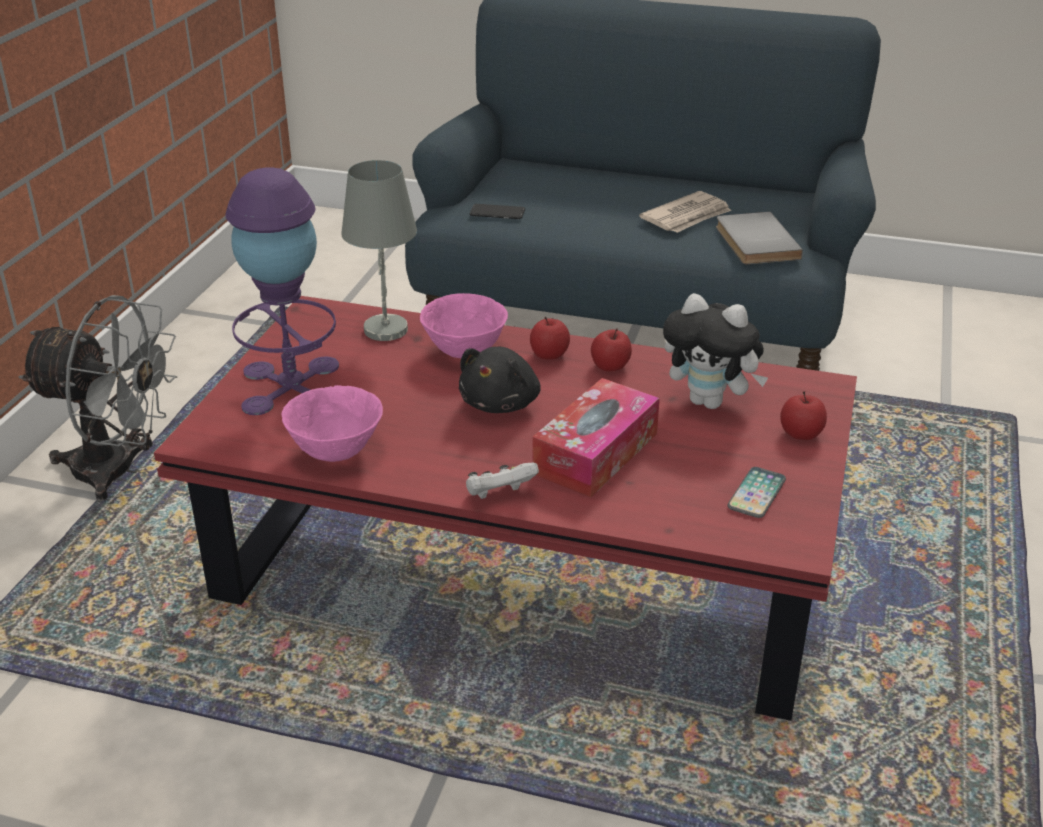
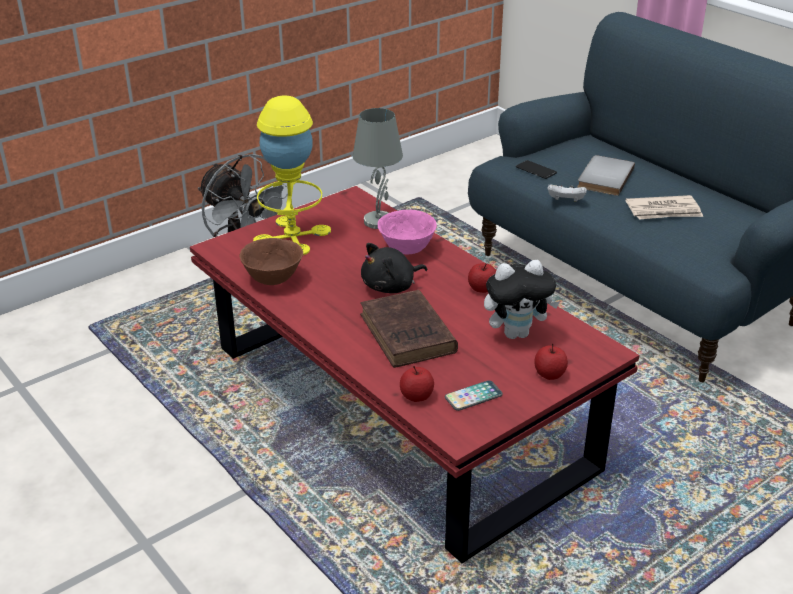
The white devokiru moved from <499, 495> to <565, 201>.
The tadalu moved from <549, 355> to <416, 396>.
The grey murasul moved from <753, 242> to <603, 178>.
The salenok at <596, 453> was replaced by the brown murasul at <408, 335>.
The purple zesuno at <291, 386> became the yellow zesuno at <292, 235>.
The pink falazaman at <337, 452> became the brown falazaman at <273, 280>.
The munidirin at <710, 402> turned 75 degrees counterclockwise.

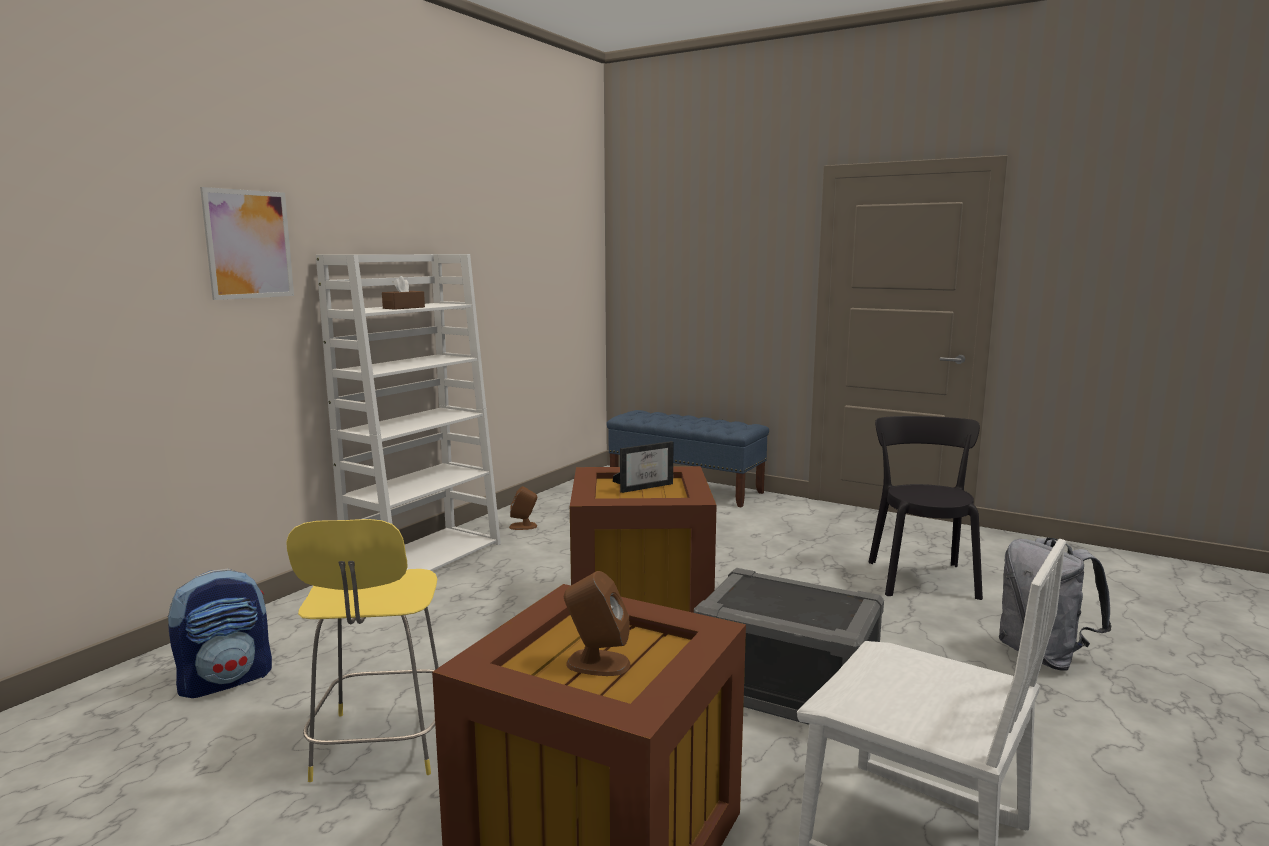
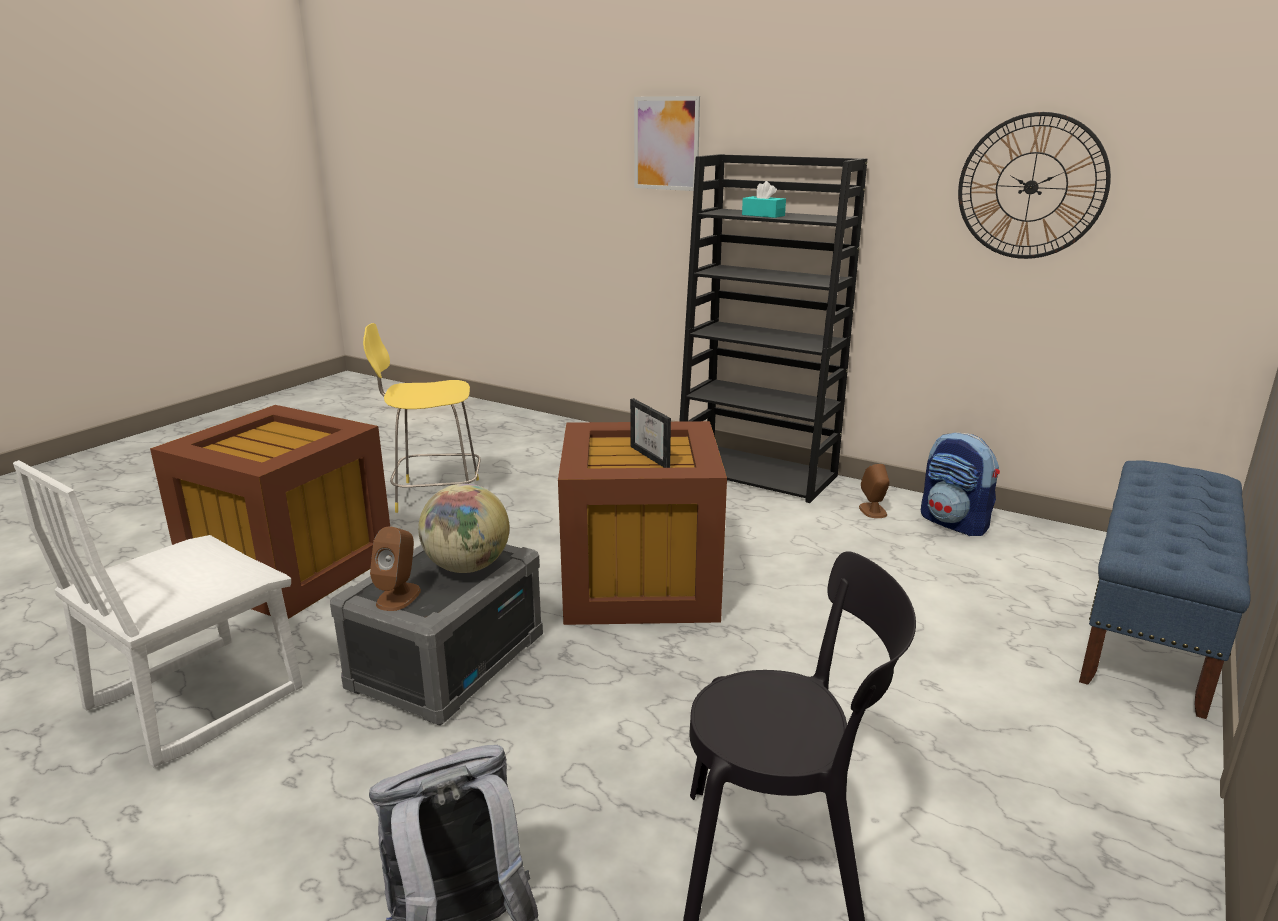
The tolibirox at <467, 567> appeared.
The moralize at <1031, 187> appeared.
The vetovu moved from <226, 680> to <955, 523>.
The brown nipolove moved from <597, 663> to <399, 596>.
The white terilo at <425, 557> became the black terilo at <758, 473>.
The brown salenok at <404, 308> became the turquoise salenok at <763, 215>.

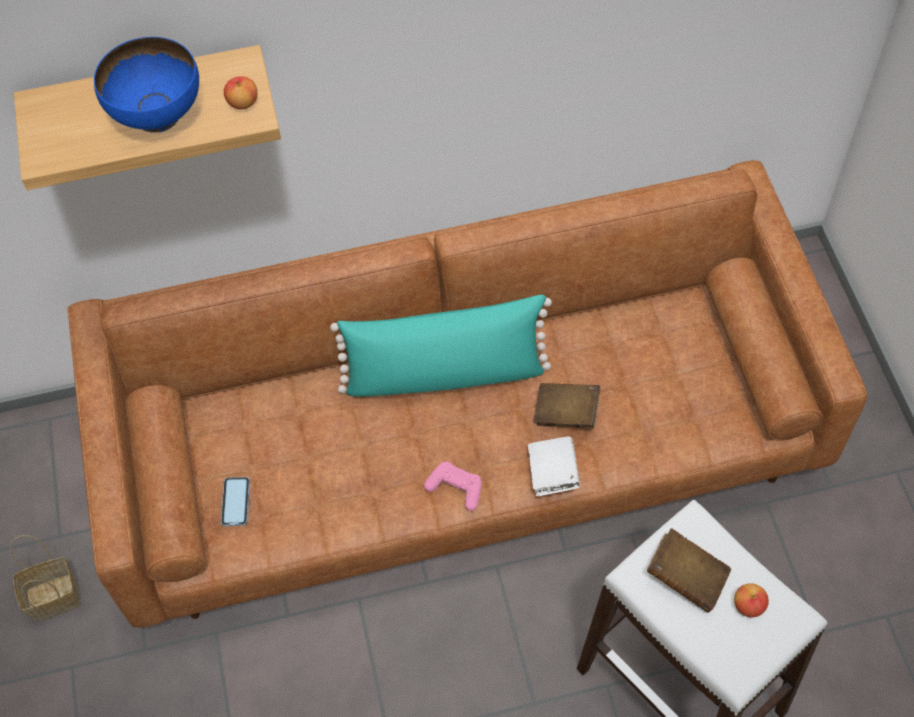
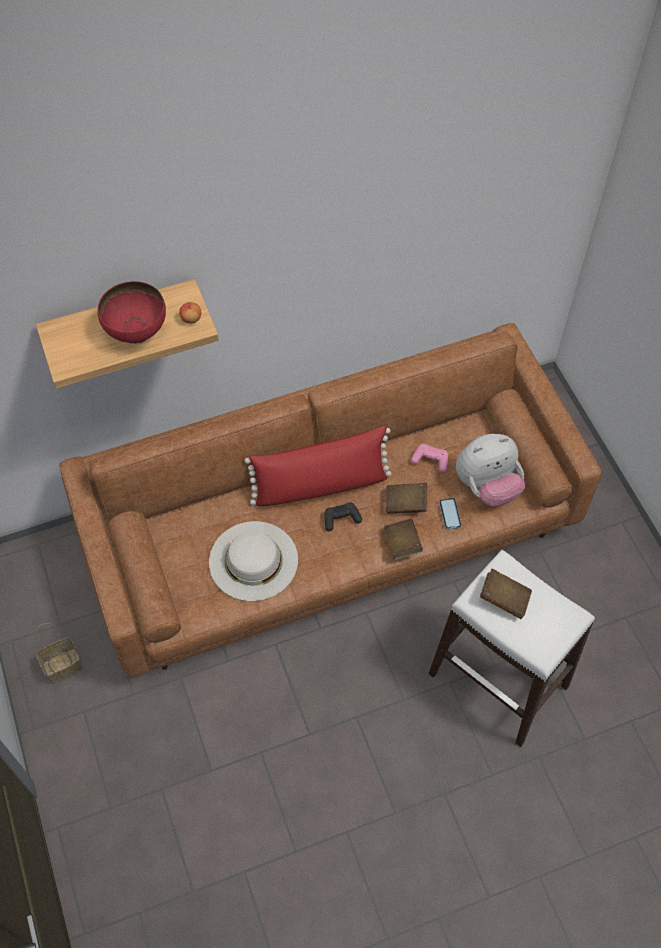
The tadalu at <748, 605> disappeared.
The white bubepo at <253, 560> appeared.
The black devokiru at <341, 519> appeared.
The munidirin at <487, 486> appeared.
The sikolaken moved from <236, 502> to <450, 514>.
The pink devokiru moved from <455, 488> to <430, 460>.
The blue falazaman at <158, 117> became the red falazaman at <137, 333>.
The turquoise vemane at <445, 373> became the red vemane at <320, 485>.
The white murasul at <552, 473> became the brown murasul at <402, 544>.

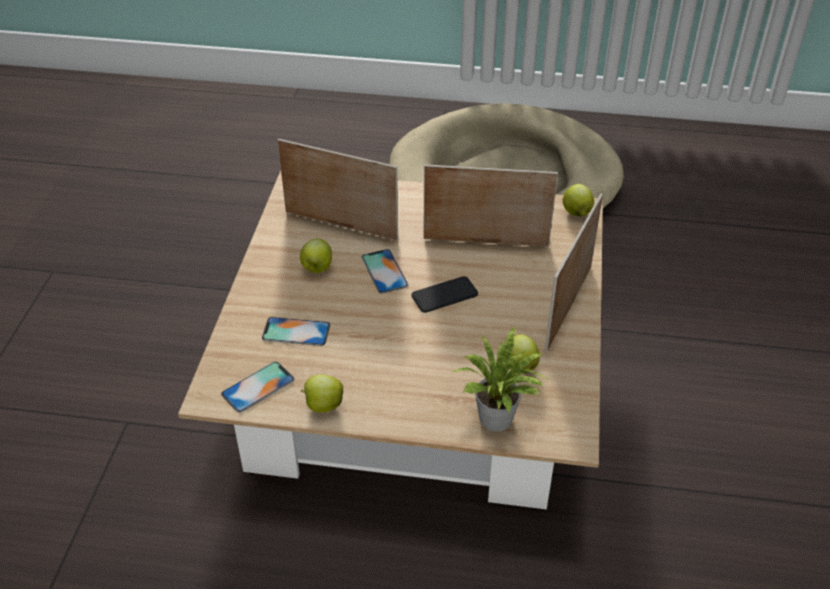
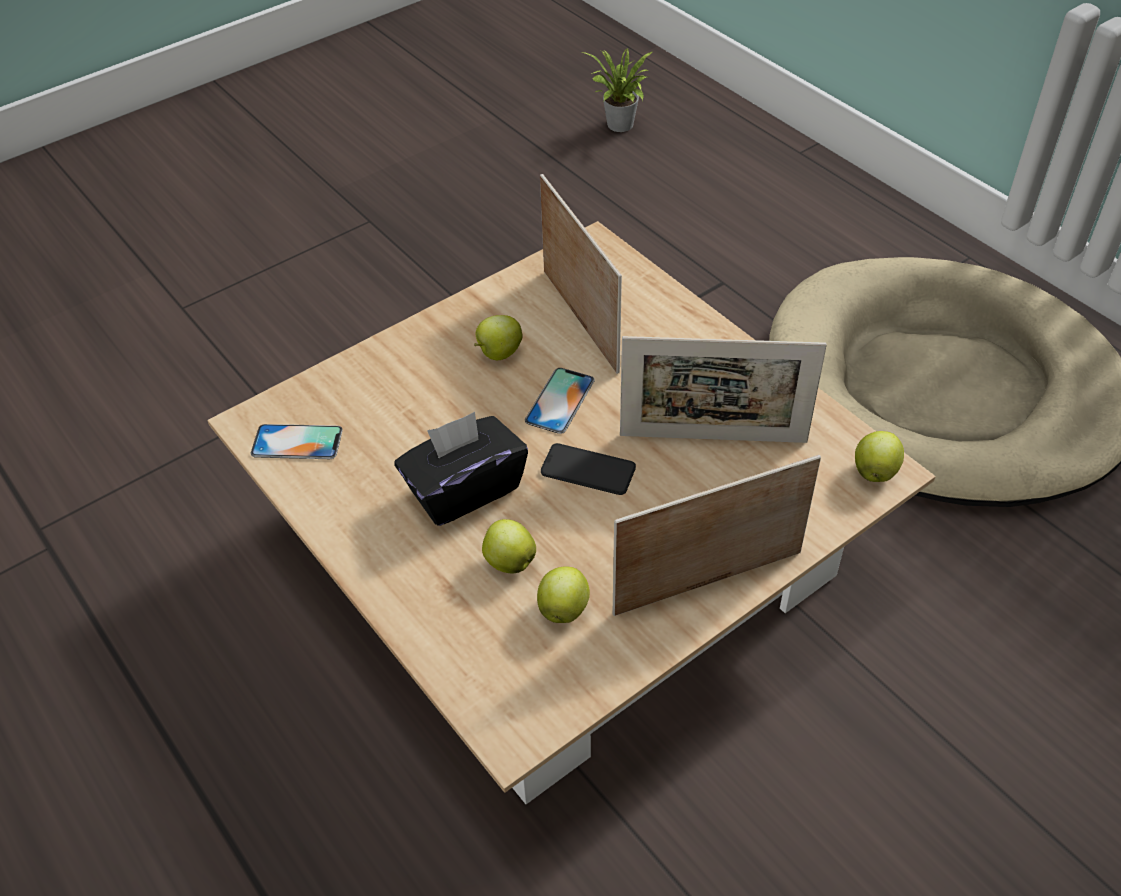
The sikolaken at <296, 332> disappeared.
The black salenok at <464, 489> appeared.
The tadalu moved from <323, 405> to <509, 561>.
The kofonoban moved from <498, 421> to <619, 127>.
The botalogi at <485, 242> turned 135 degrees clockwise.

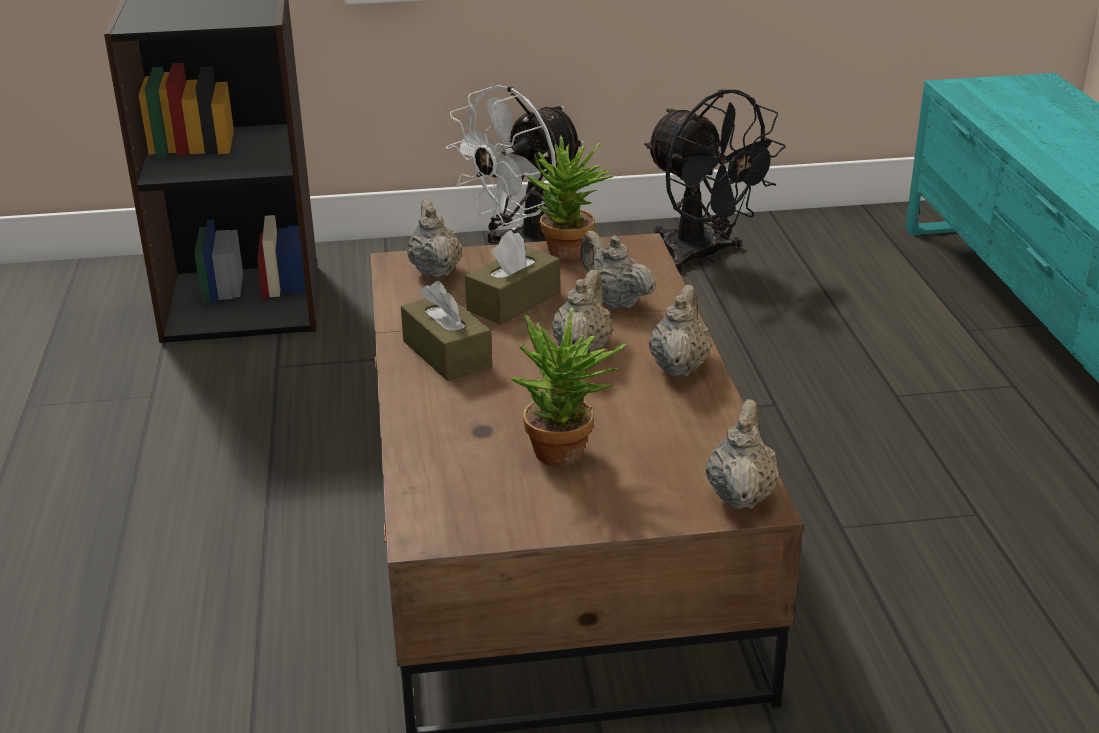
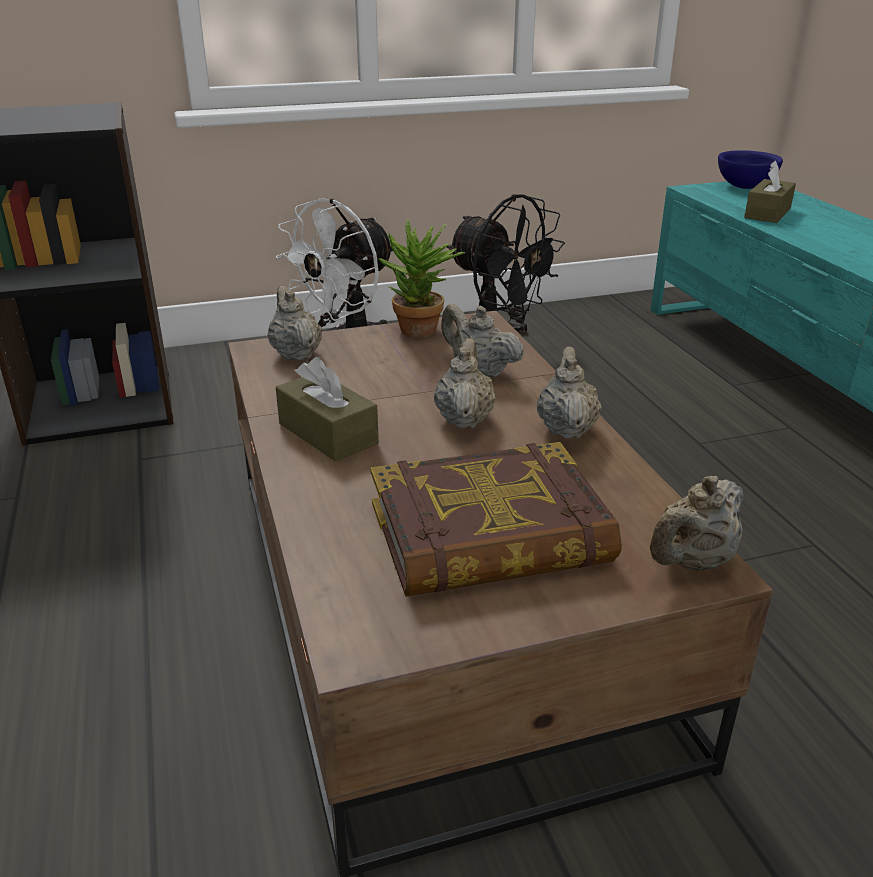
The blue falazaman at <746, 187> appeared.
The brown salenok moved from <514, 302> to <767, 213>.
The kofonoban at <567, 457> was replaced by the murasul at <489, 535>.
The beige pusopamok at <740, 494> turned 135 degrees counterclockwise.

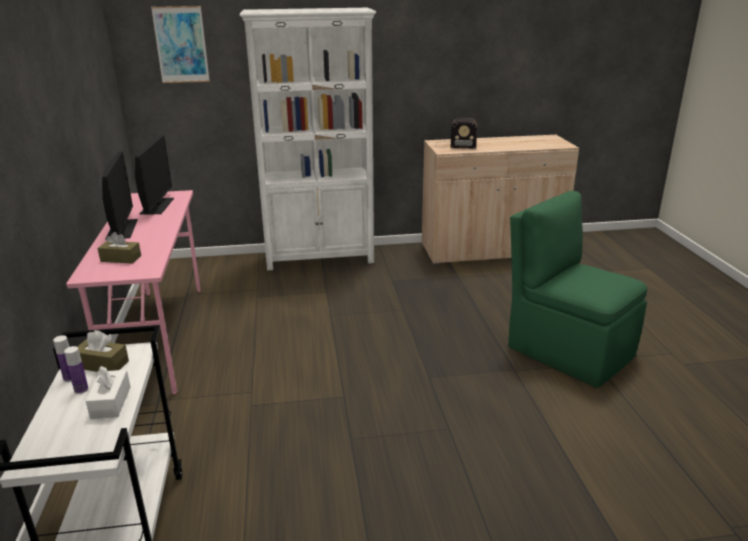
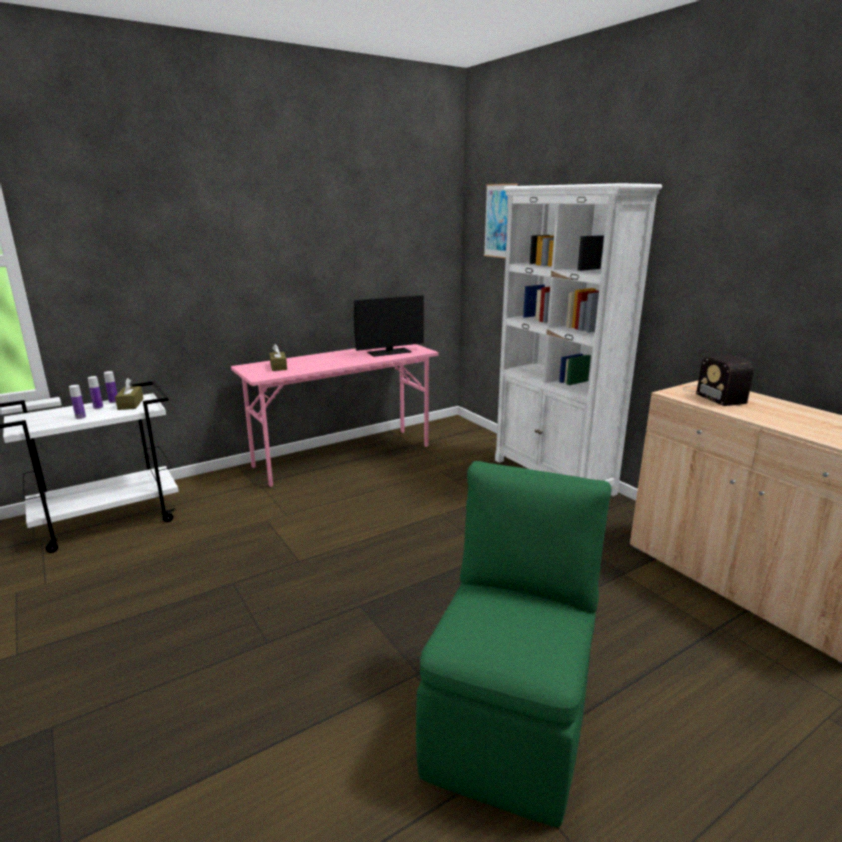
The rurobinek at <122, 229> disappeared.
The white salenok at <111, 402> was replaced by the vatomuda at <80, 417>.

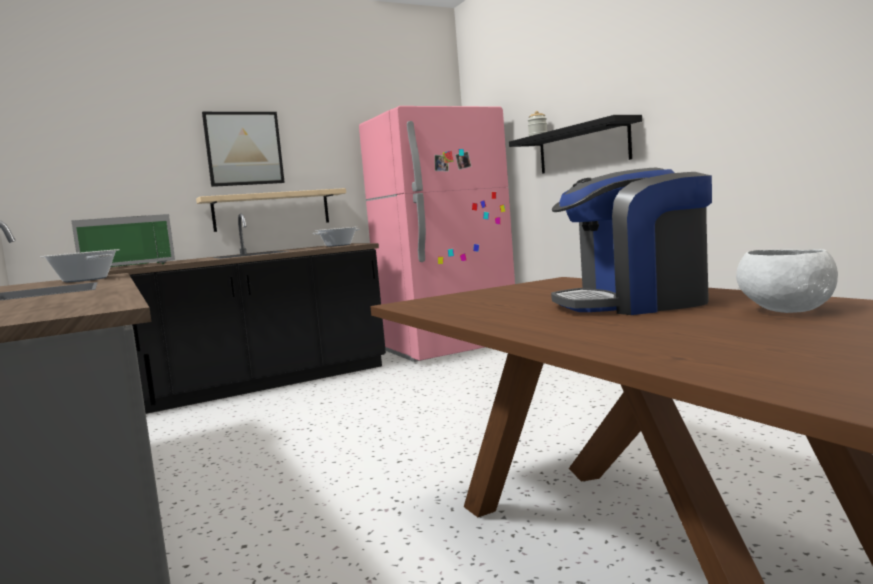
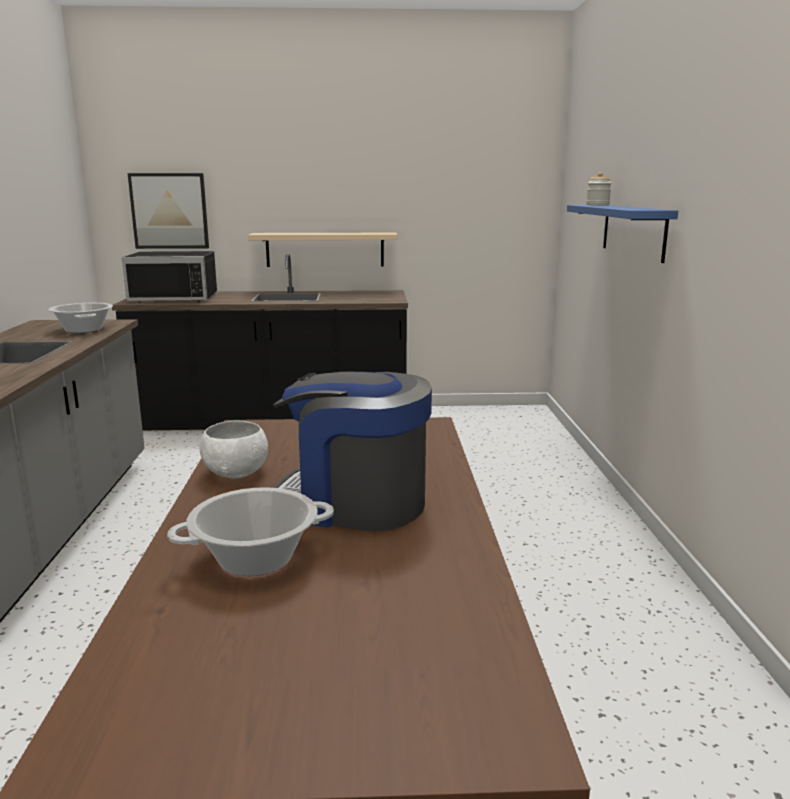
The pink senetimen at <448, 349> disappeared.
The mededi moved from <244, 148> to <169, 211>.
The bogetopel moved from <338, 245> to <256, 559>.
The white falazaman moved from <784, 310> to <235, 472>.
The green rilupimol at <127, 266> became the black rilupimol at <176, 297>.
The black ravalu at <582, 148> became the blue ravalu at <633, 231>.

